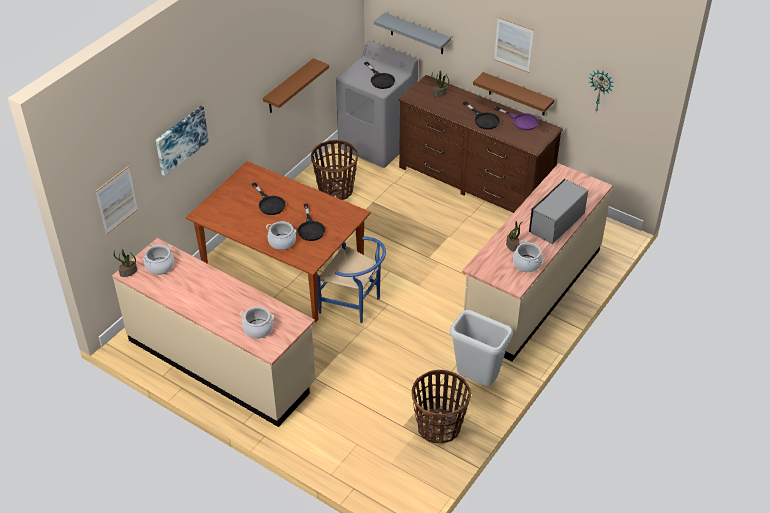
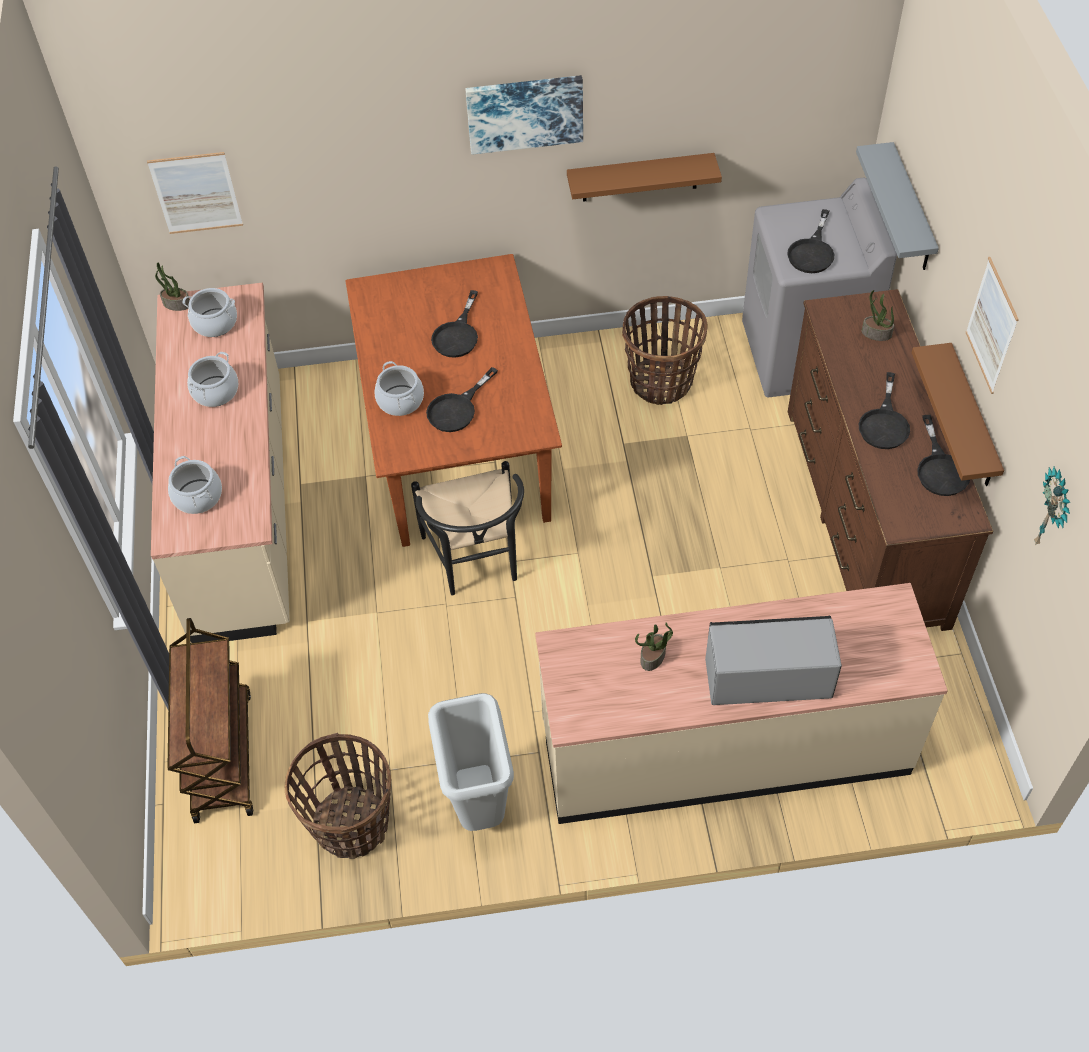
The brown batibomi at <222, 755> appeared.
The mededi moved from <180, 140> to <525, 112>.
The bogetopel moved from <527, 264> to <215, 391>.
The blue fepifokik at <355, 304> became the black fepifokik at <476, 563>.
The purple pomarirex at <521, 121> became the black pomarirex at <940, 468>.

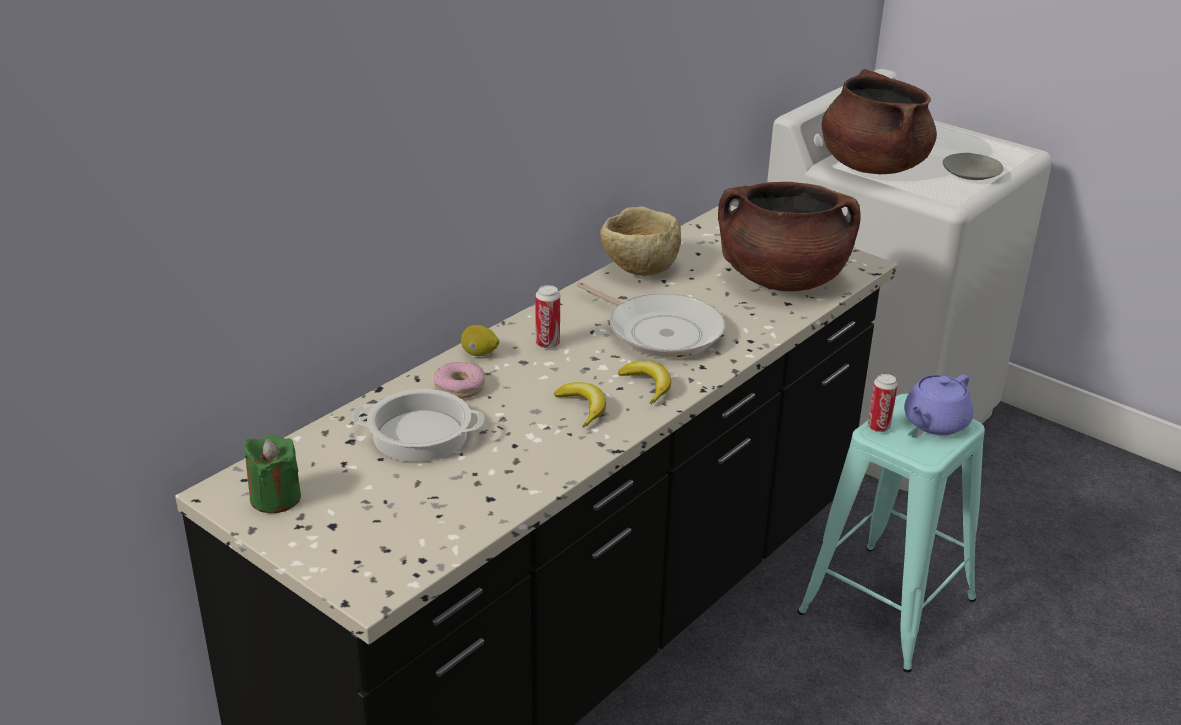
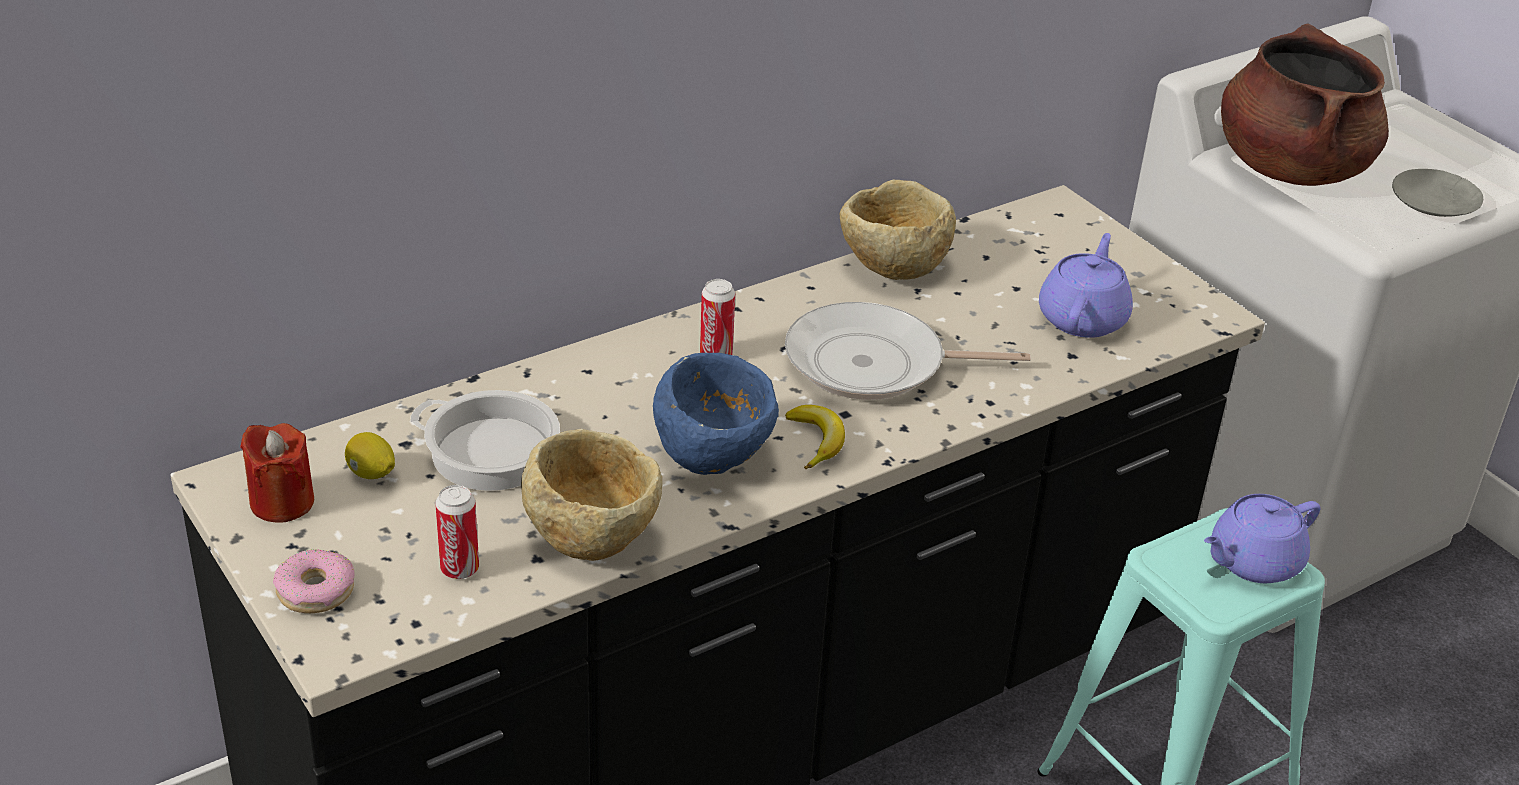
The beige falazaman at <594, 537> appeared.
The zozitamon moved from <459, 387> to <316, 590>.
The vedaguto moved from <479, 354> to <371, 474>.
The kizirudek moved from <878, 427> to <459, 569>.
The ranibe at <583, 408> was replaced by the blue falazaman at <716, 457>.
The brown bogetopel at <782, 279> was replaced by the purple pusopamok at <1083, 318>.
The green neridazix at <275, 498> became the red neridazix at <282, 502>.
The pomarirex at <660, 331> turned 120 degrees clockwise.

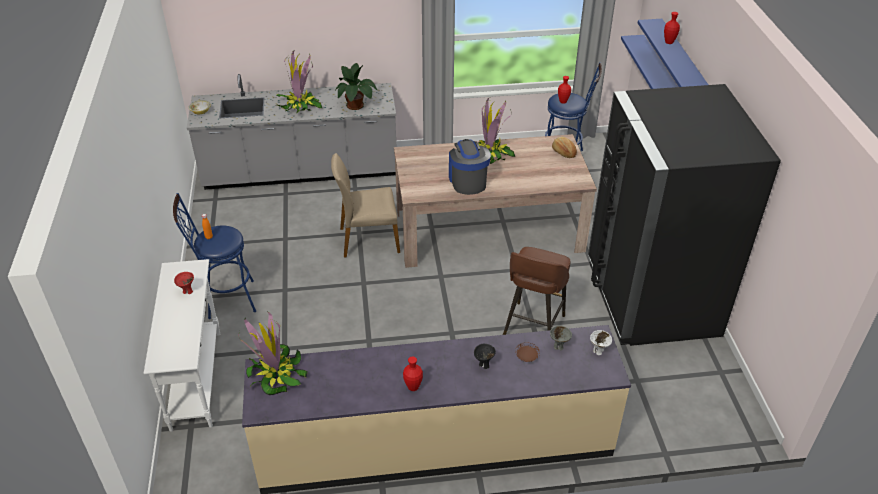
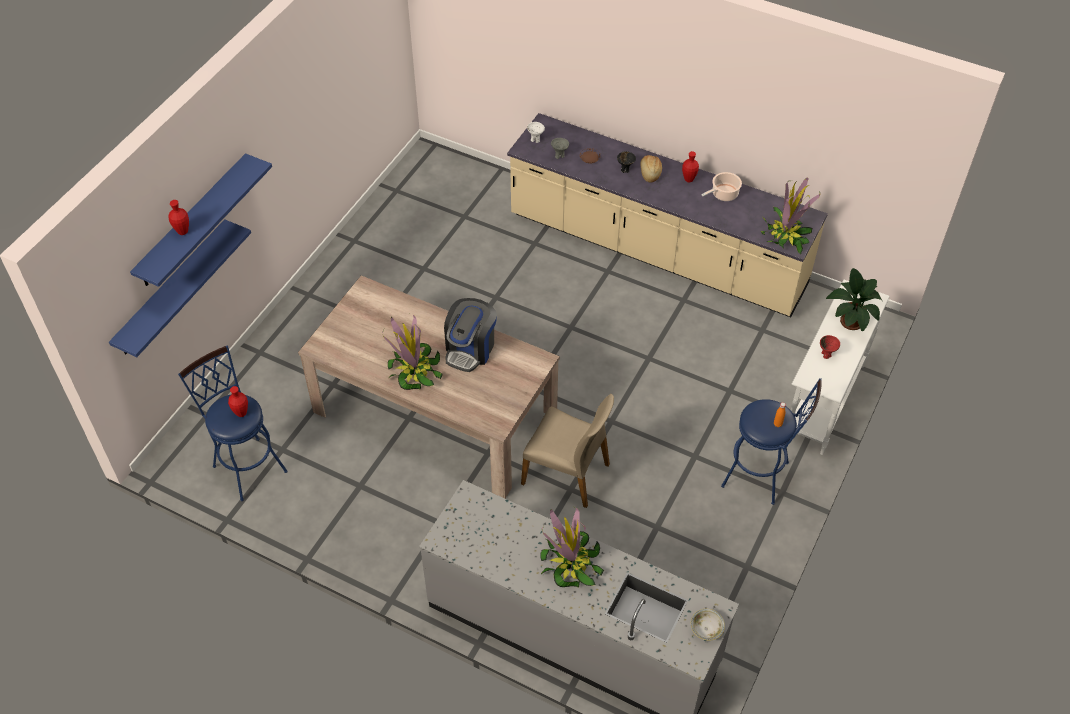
The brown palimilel at <533, 327> disappeared.
The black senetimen at <651, 298> disappeared.
The bogetopel at <723, 194> appeared.
The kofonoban moved from <356, 106> to <851, 319>.
The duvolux moved from <563, 152> to <649, 173>.

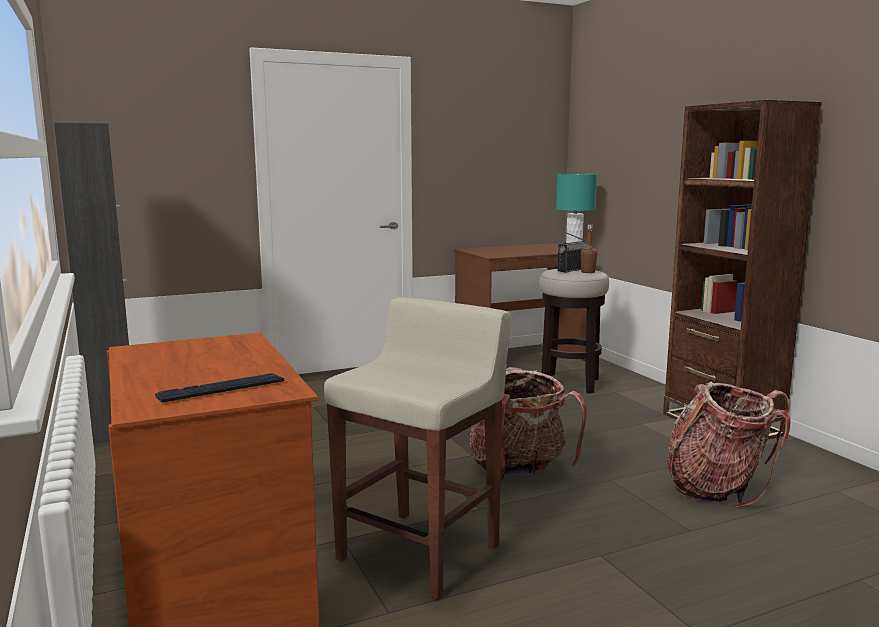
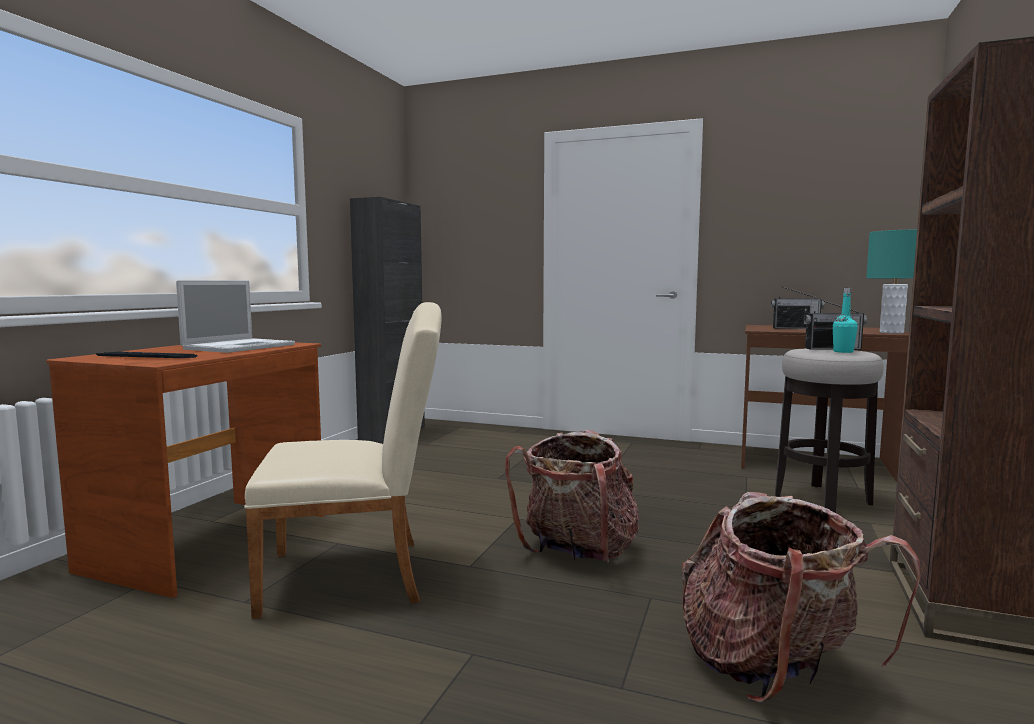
The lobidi at <241, 346> appeared.
The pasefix at <795, 328> appeared.
The beige palimilel at <421, 552> was replaced by the beige fepifokik at <357, 575>.
The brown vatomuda at <588, 272> became the turquoise vatomuda at <843, 352>.

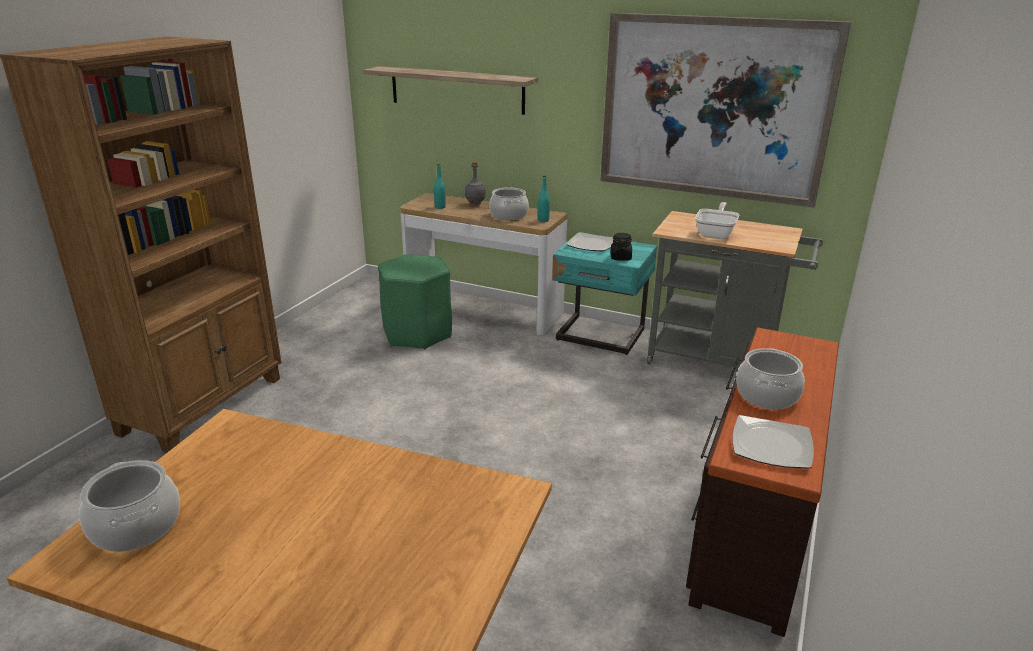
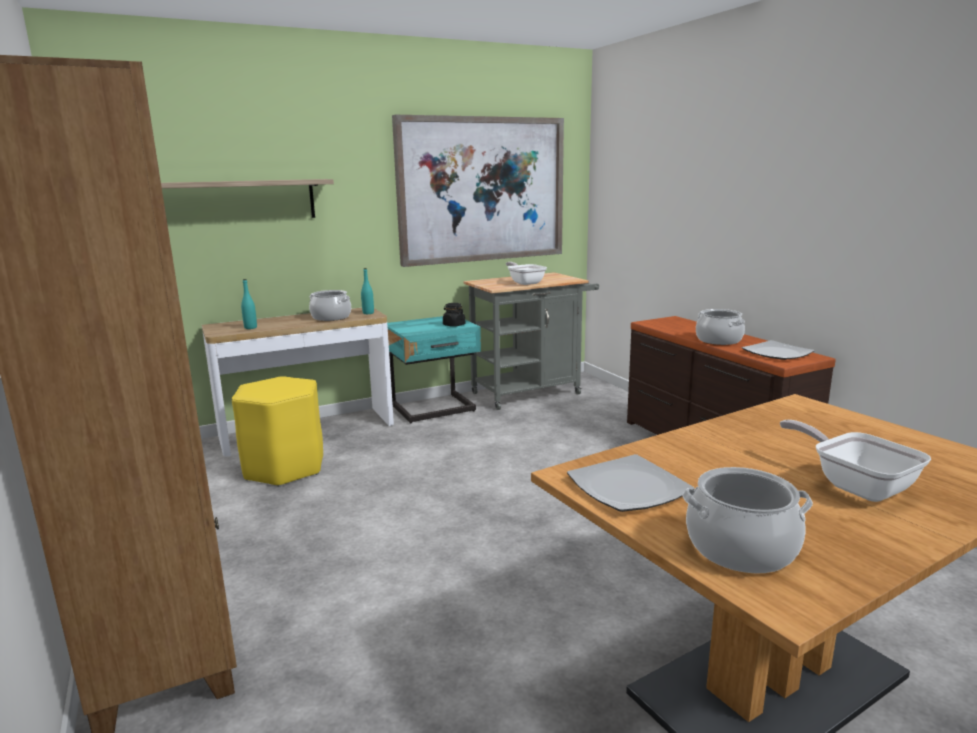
The grey vatomuda at <475, 204> disappeared.
The pomarirex at <855, 485> appeared.
The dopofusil moved from <591, 244> to <628, 487>.
The green palimilel at <417, 334> became the yellow palimilel at <284, 468>.

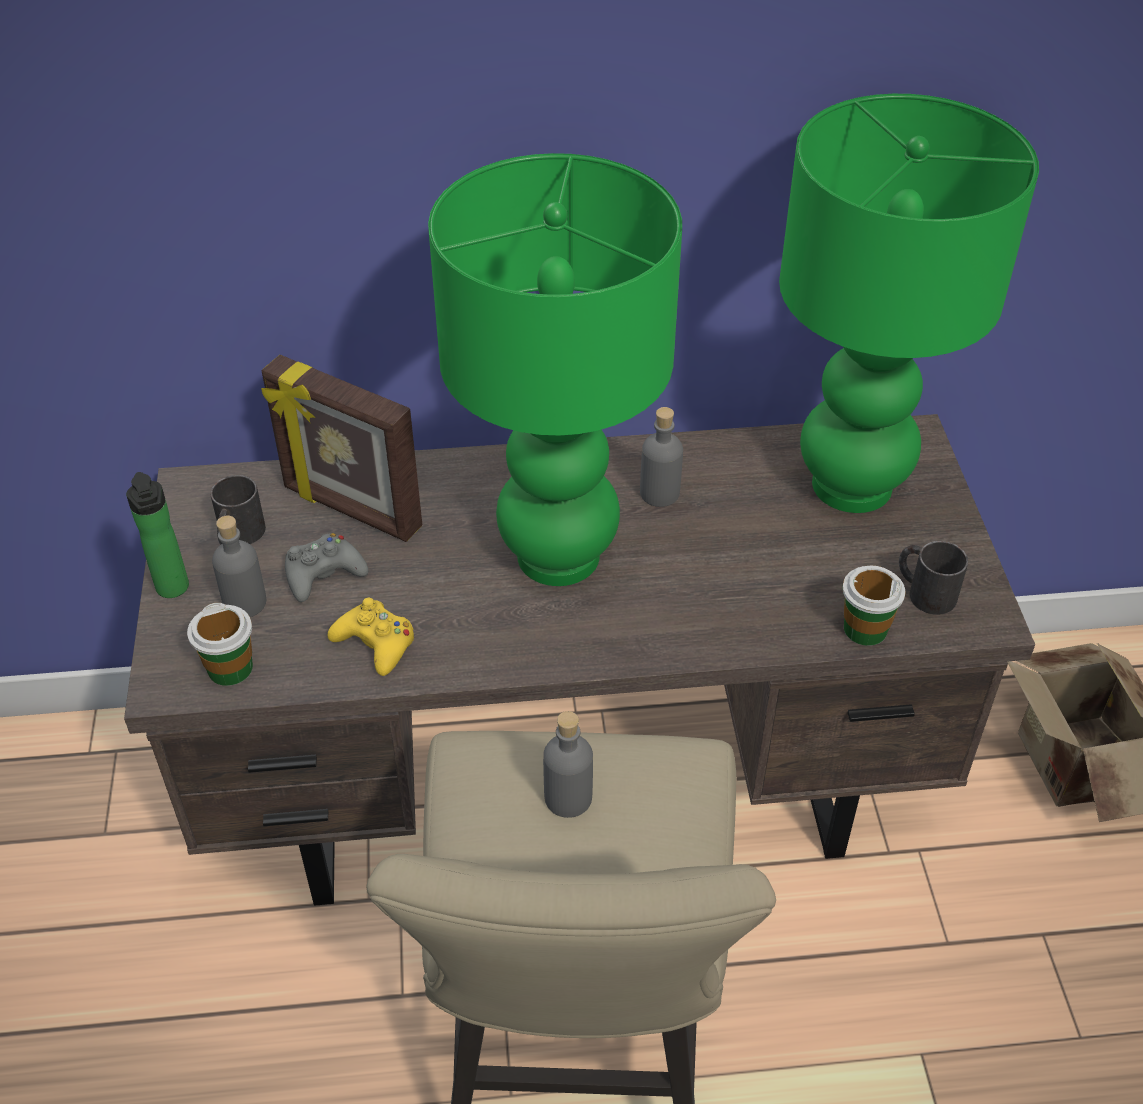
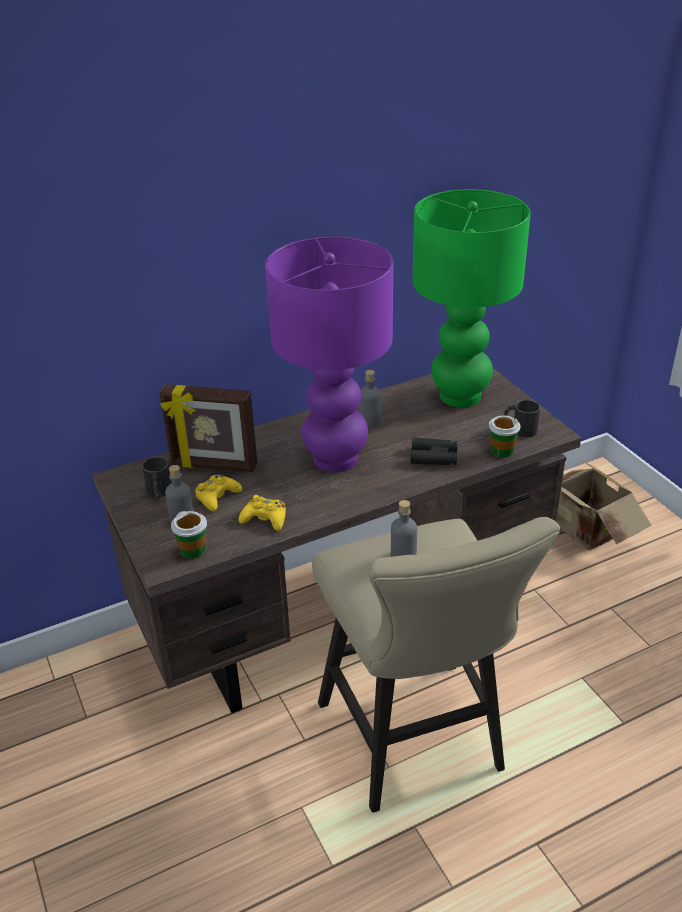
The vatomuda at <173, 590> disappeared.
The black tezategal at <434, 457> appeared.
The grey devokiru at <323, 574> became the yellow devokiru at <217, 497>.
The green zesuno at <556, 555> became the purple zesuno at <334, 458>.

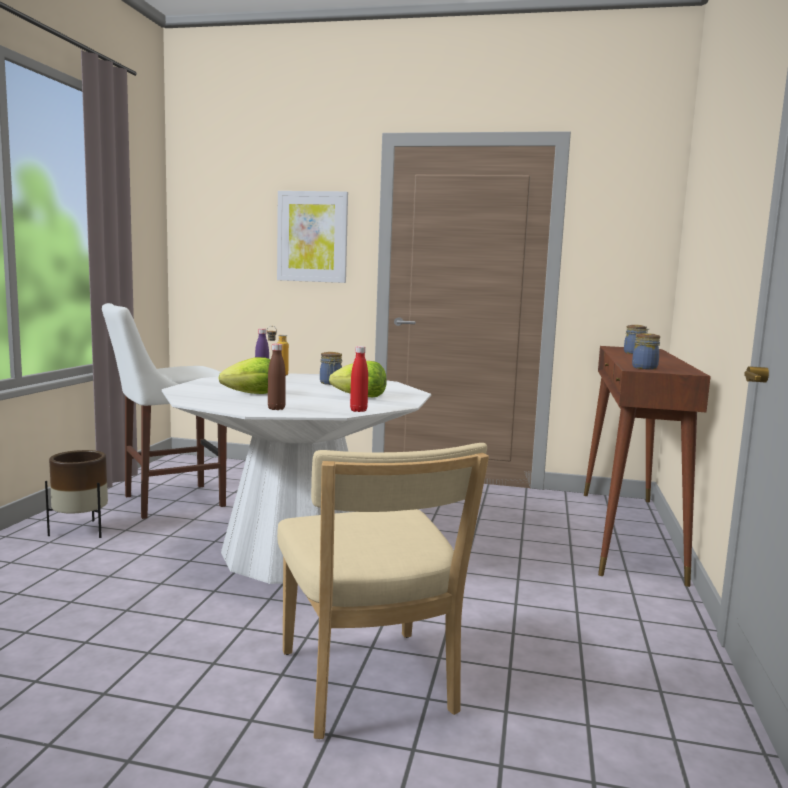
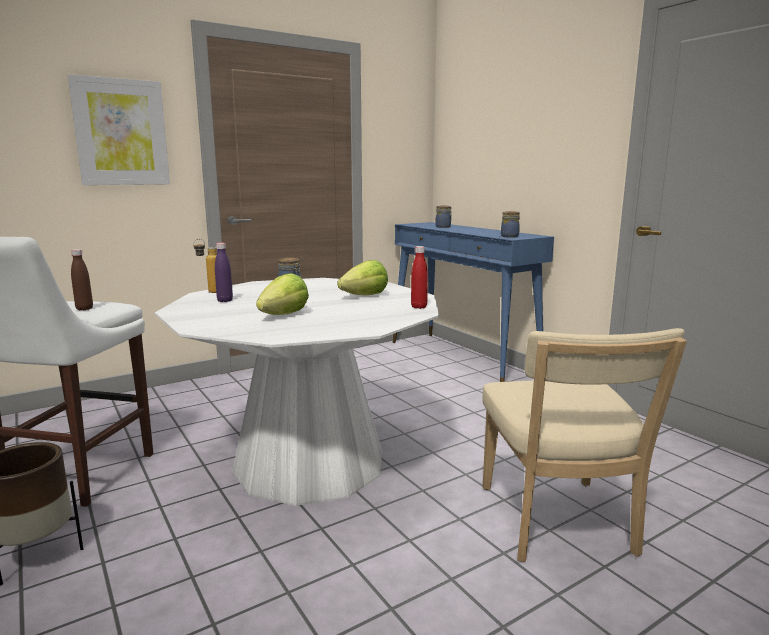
The brown vatomuda moved from <276, 408> to <84, 309>.
The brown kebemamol at <628, 533> became the blue kebemamol at <461, 359>.
The beige fepifokik at <369, 687> turned 60 degrees clockwise.

